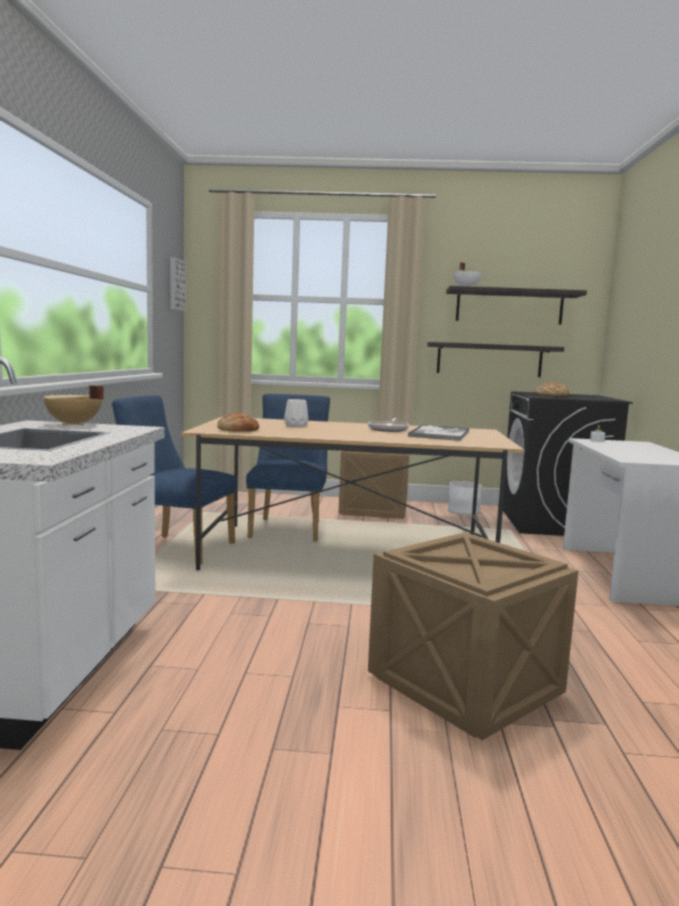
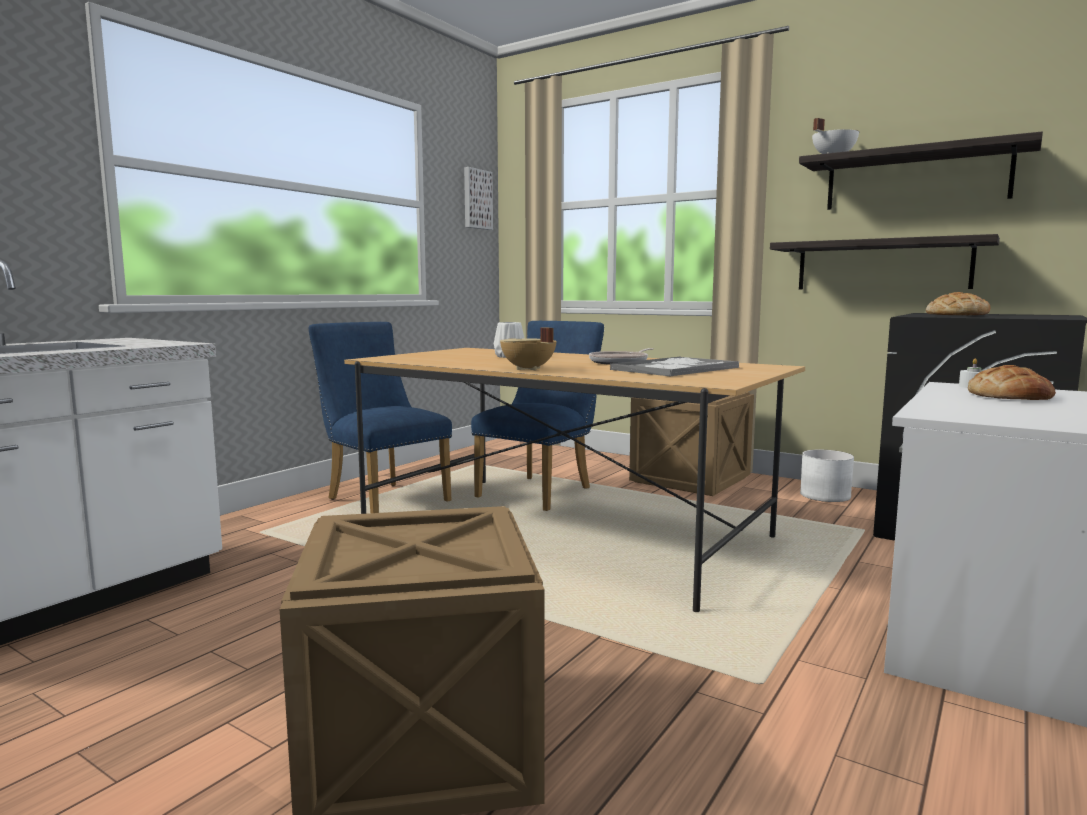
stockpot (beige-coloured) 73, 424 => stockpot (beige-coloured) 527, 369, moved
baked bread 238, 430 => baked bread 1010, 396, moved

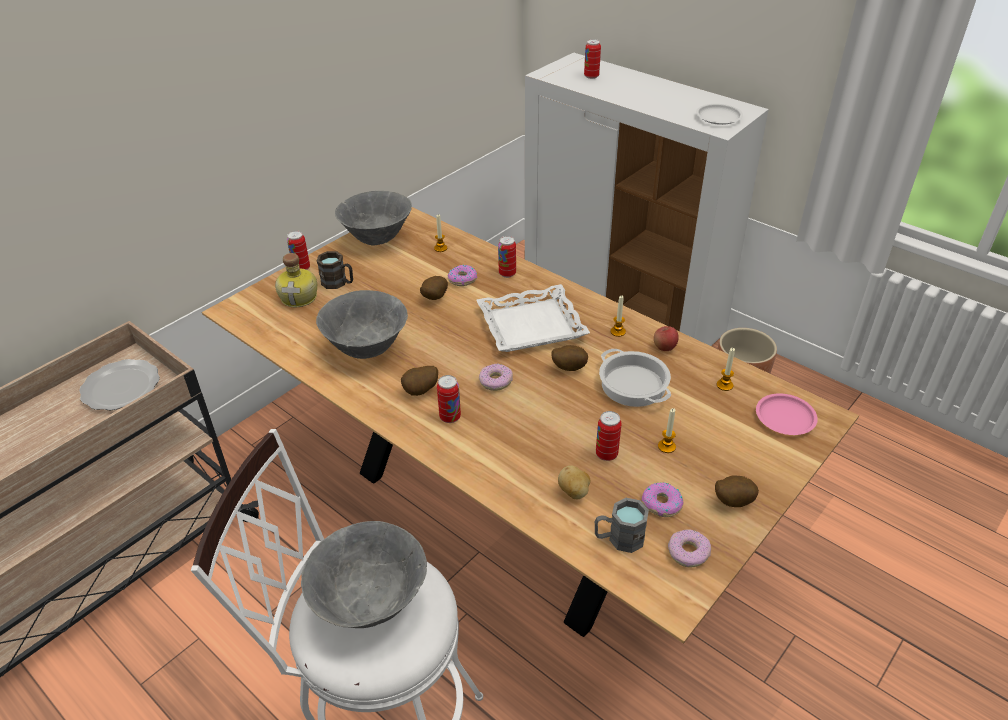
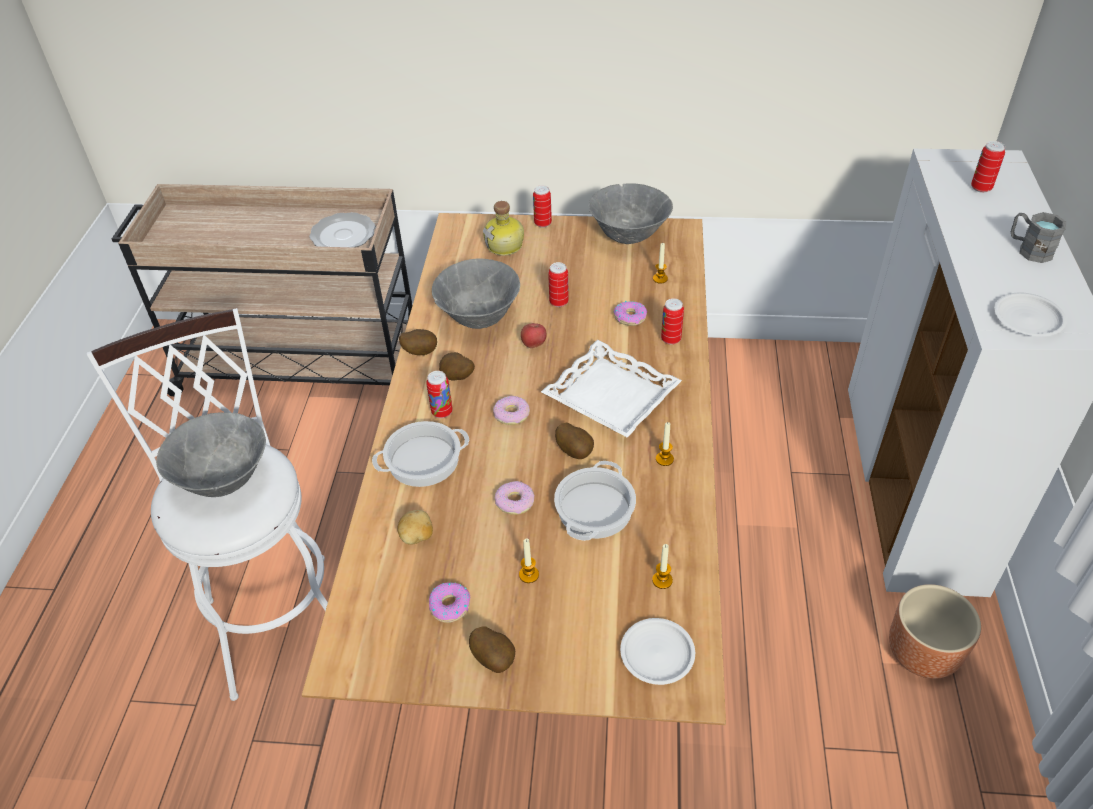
tea mug (brown-coloured) 338, 283 => nothing
spud 433, 298 => spud 420, 352, moved
tea mug (gray) 618, 538 => tea mug (gray) 1029, 249, moved
can 606, 454 => can 559, 302, moved
apple fruit 664, 347 => apple fruit 533, 344, moved
doughnut 688, 552 => doughnut 515, 502, moved
dinner plate (pink-coloured) 784, 418 => dinner plate (white) 656, 654
nothing => stockpot 424, 459

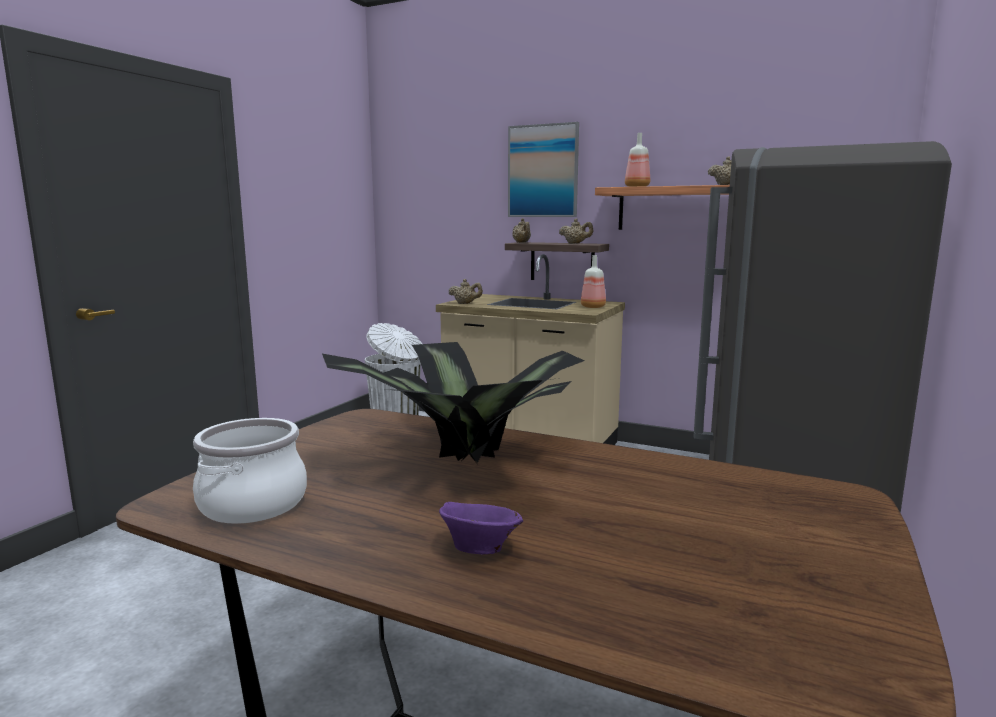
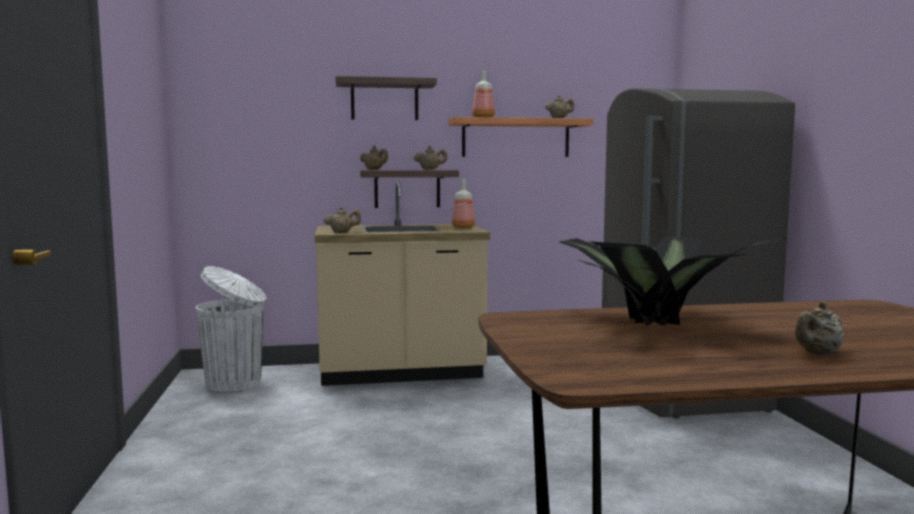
stockpot 252, 504 => nothing
deep dish (purple) 479, 549 => tea pot (beige-coloured) 817, 354
wall art 543, 171 => wall shelf 384, 100

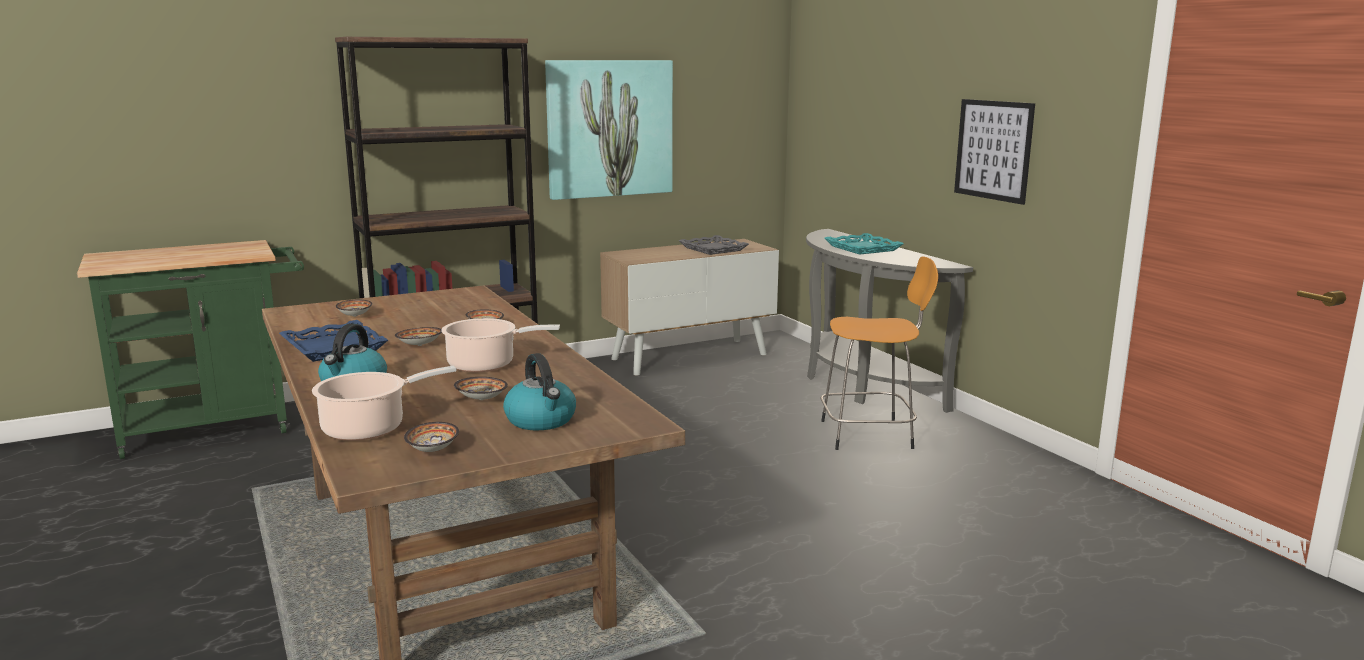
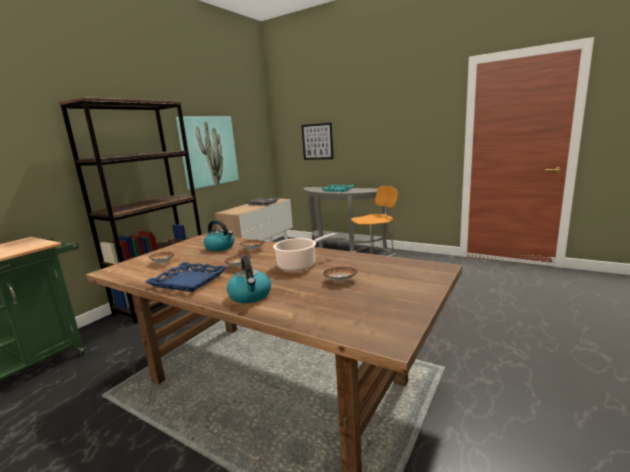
stockpot 369, 428 => nothing
deep dish 431, 450 => nothing
tea kettle 541, 420 => tea kettle 220, 247, moved
wall art 993, 150 => wall art 317, 141, moved

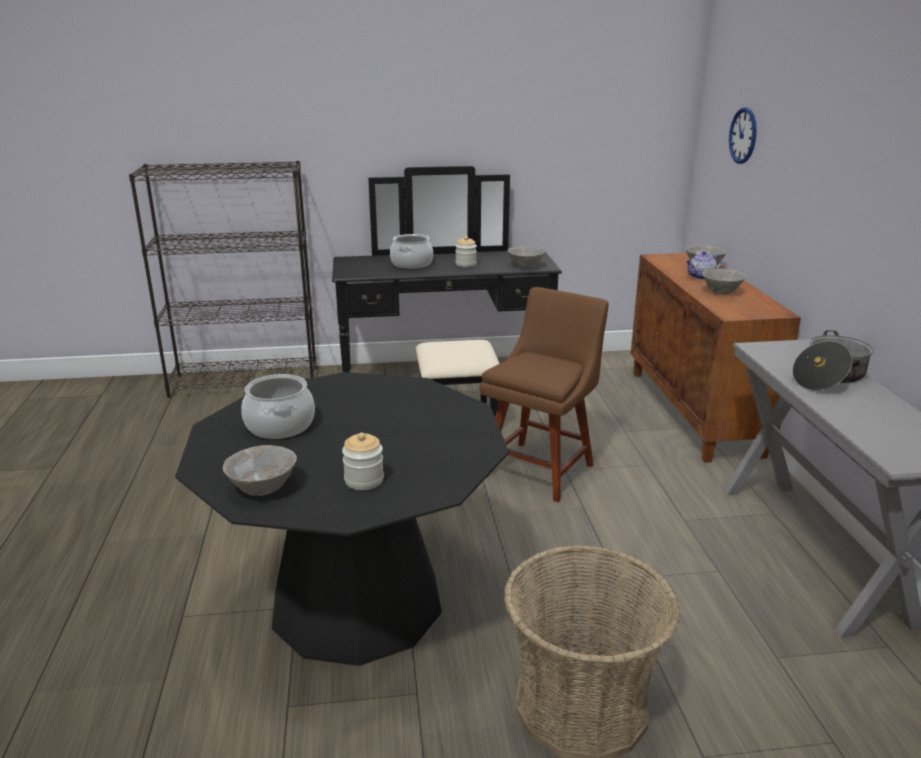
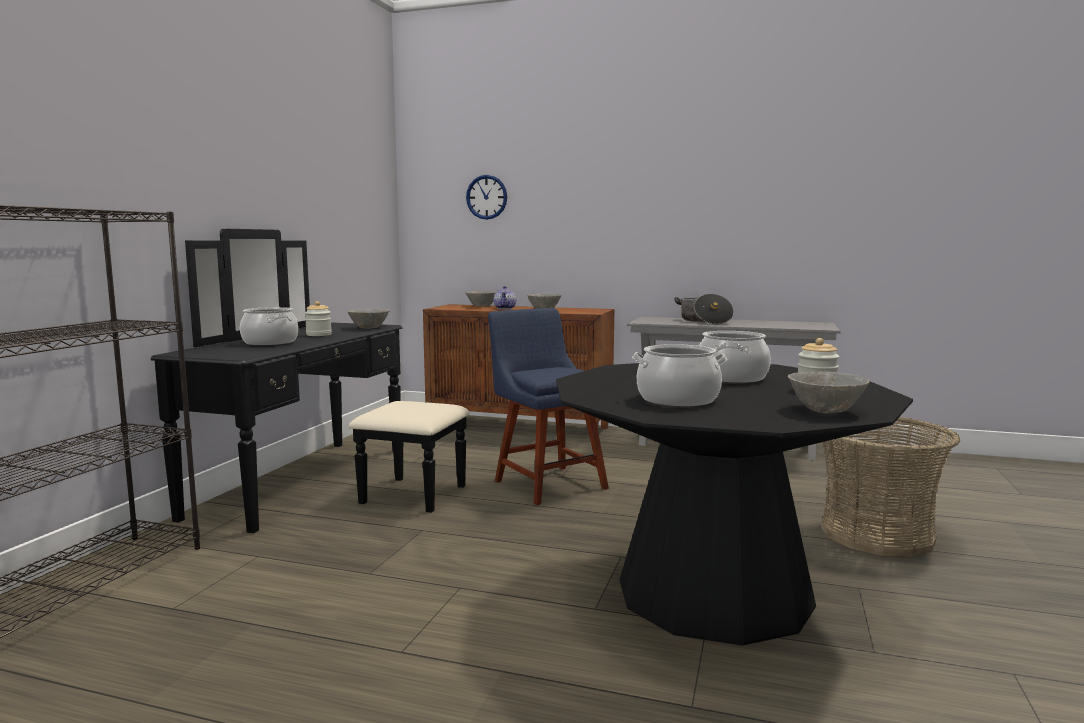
chair (brown-coloured) 541, 468 => chair (bluish) 547, 483
nothing => stockpot 732, 378

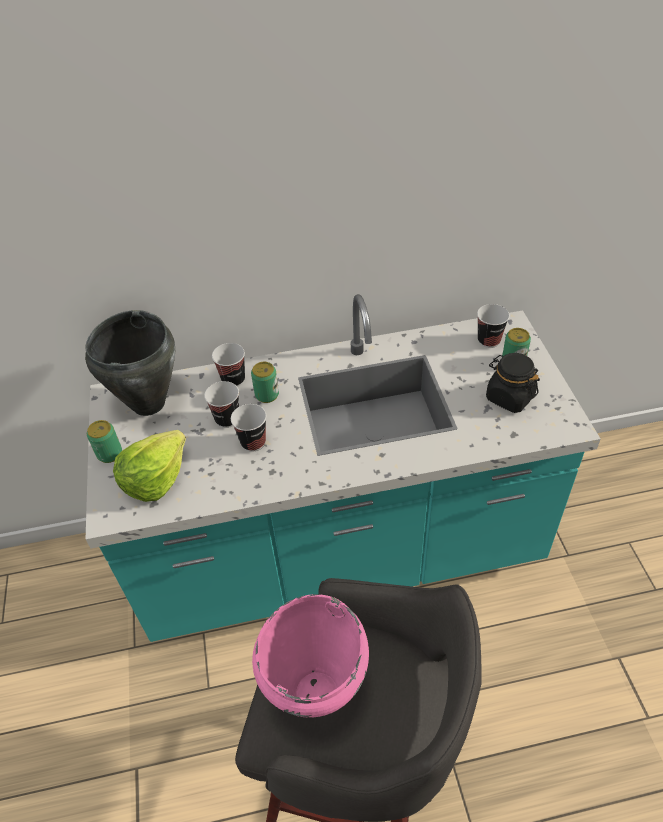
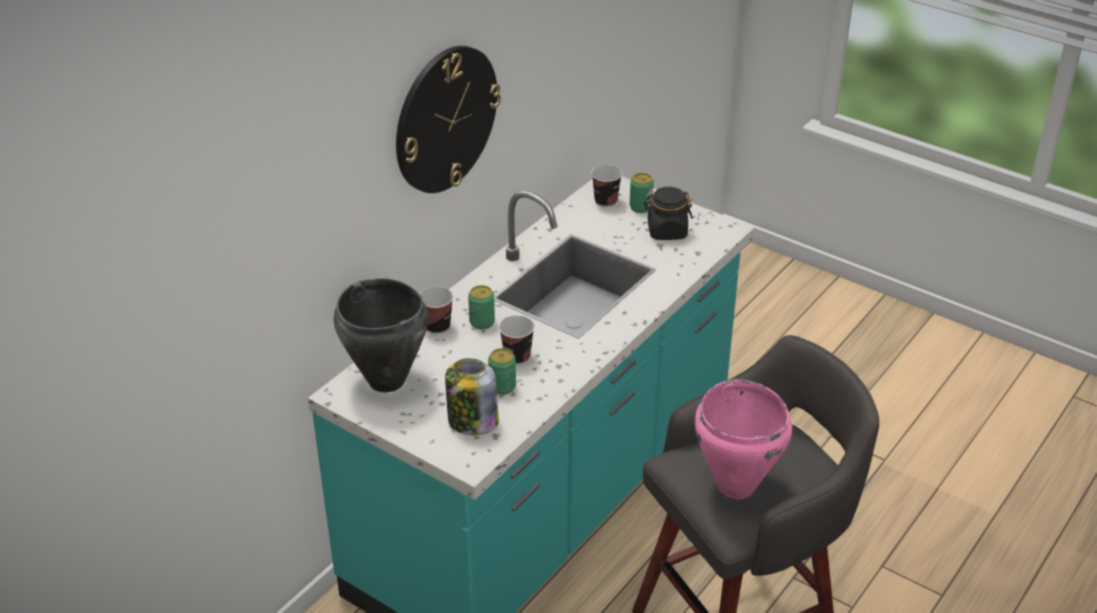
can 109, 454 => can 502, 386, moved
lettuce 155, 478 => jar 472, 421
small cup 227, 419 => nothing
nothing => hanging clock 445, 119

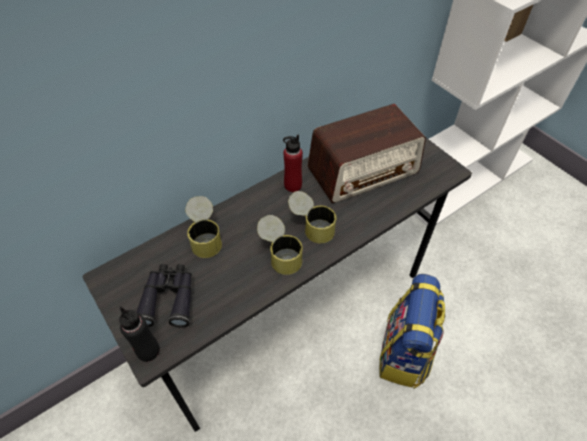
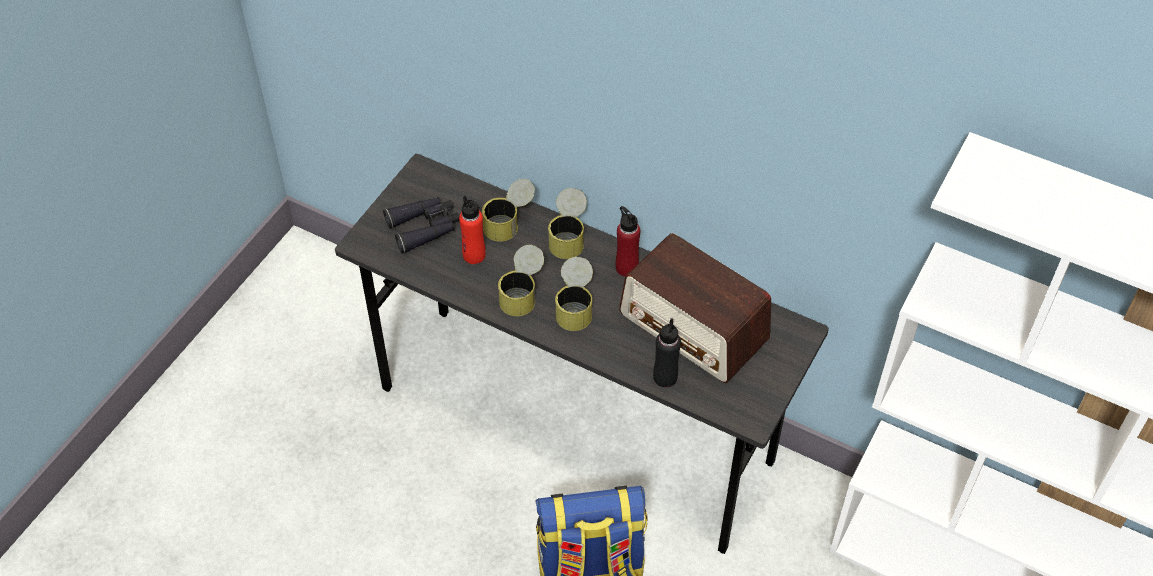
beverage bottle (black) 148, 351 => beverage bottle (black) 665, 377, moved
nothing => beverage bottle (red-coloured) 474, 255
nothing => can 568, 237

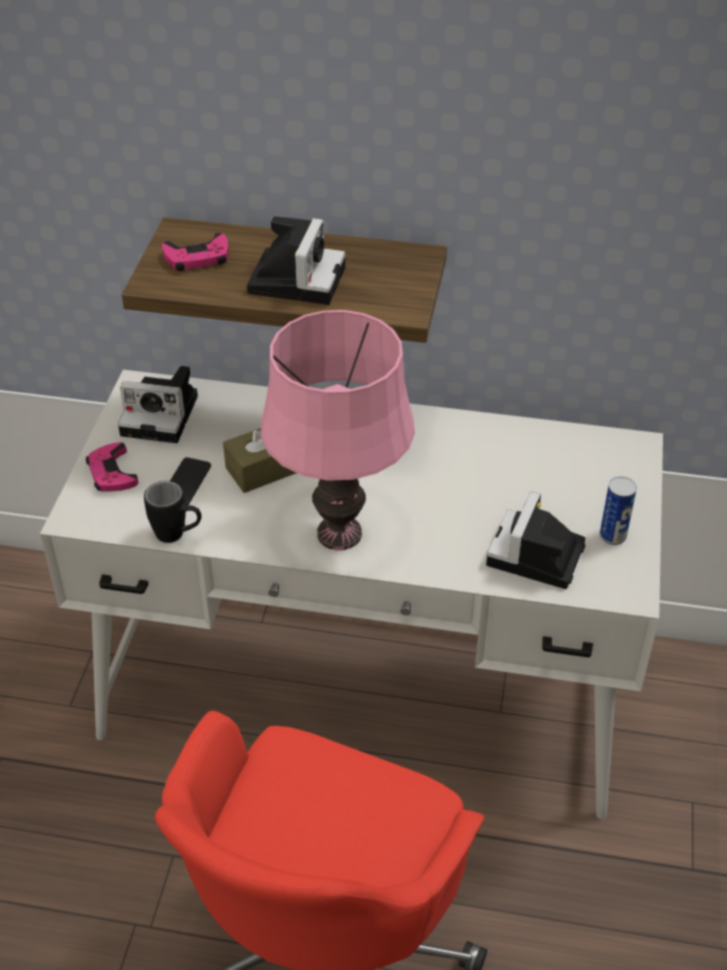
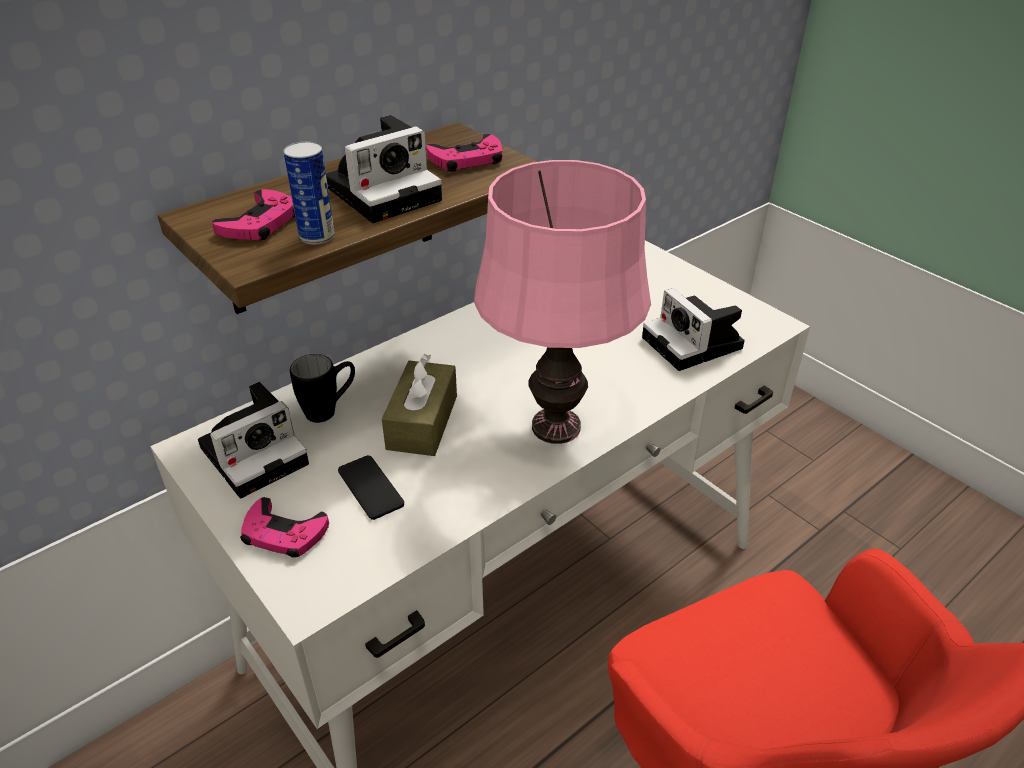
tea mug (black) 178, 536 => tea mug (black) 330, 410, moved
photo camera 296, 278 => photo camera 386, 191, 90 degrees clockwise
can 612, 536 => can 317, 236, moved
nothing => gamepad (pink-coloured) 467, 160

